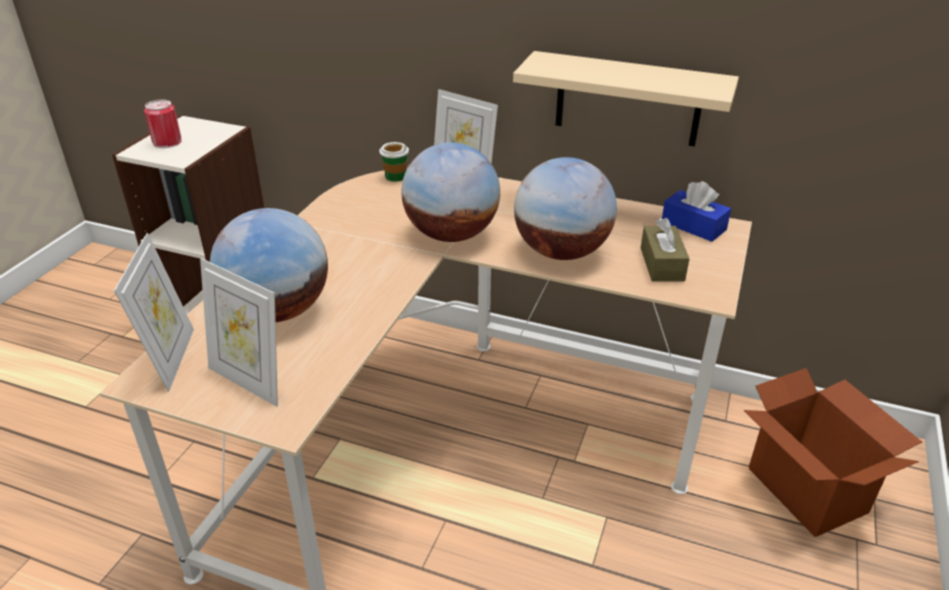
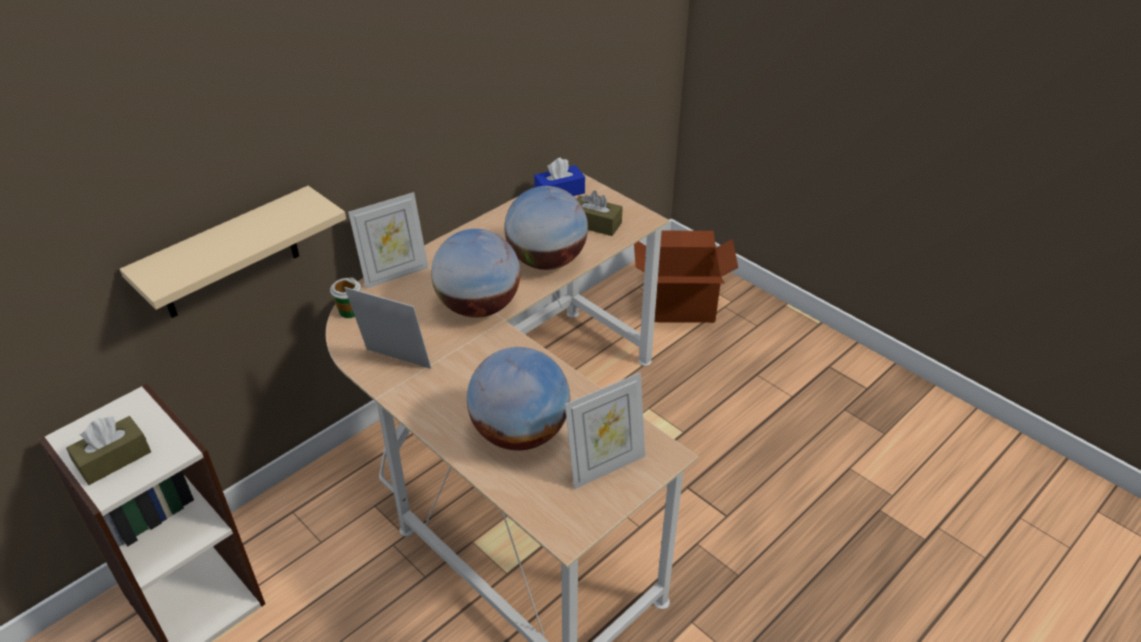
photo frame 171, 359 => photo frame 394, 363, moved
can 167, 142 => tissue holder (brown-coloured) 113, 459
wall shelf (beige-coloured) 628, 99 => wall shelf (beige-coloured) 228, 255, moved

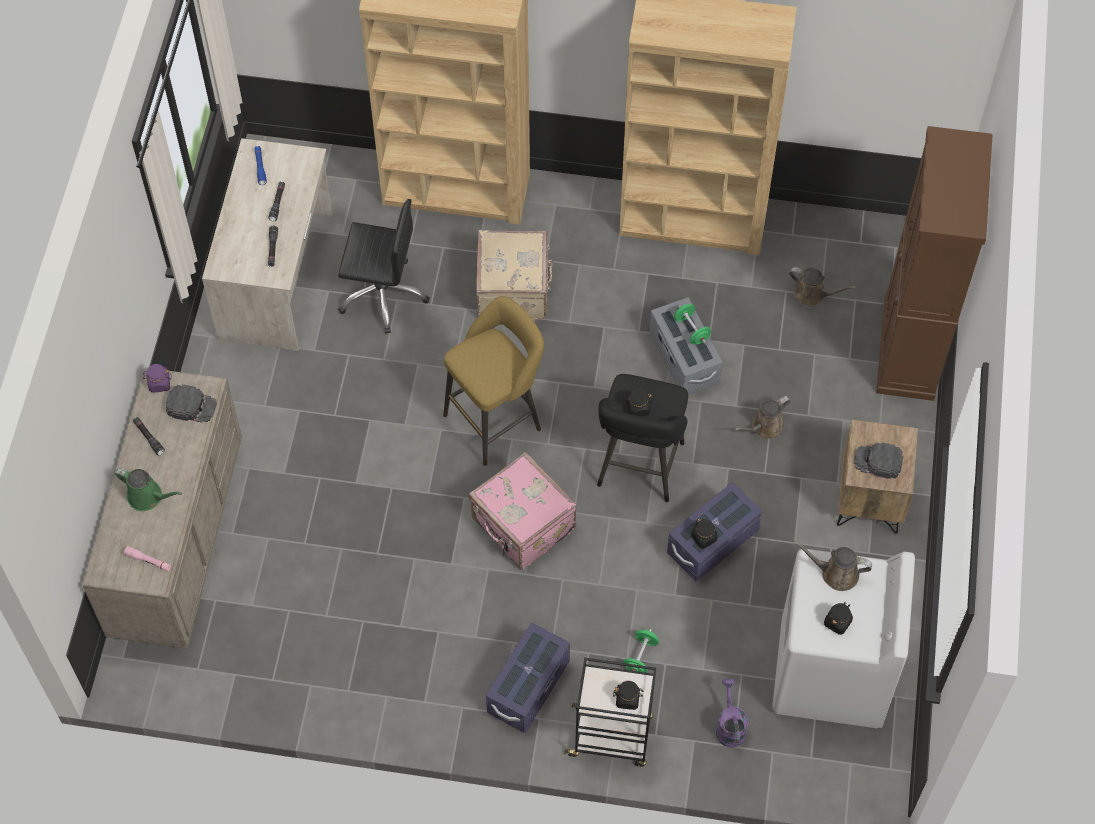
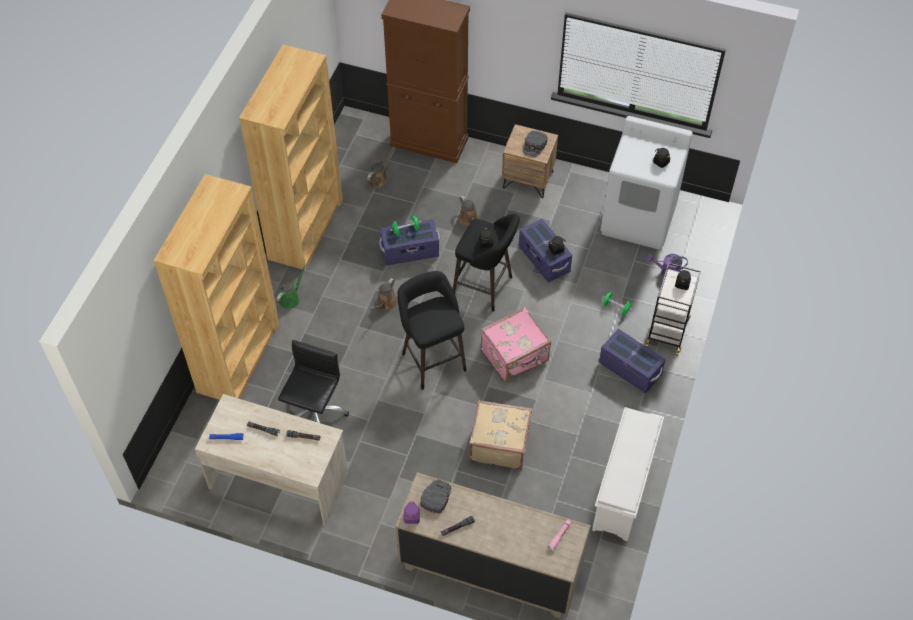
watering pot (greenish) 148, 497 => watering pot (greenish) 291, 298, moved
sitting stool (yellow-coloured) 497, 419 => sitting stool (black) 432, 359
piece of luggage (beige-coloured) 514, 289 => piece of luggage (beige-coloured) 499, 443, moved
storage bin (gray) 684, 359 => storage bin (purple) 410, 251
watering pot (brown-coloured) 835, 573 => watering pot (brown-coloured) 386, 303, moved
nothing => shoe stand (white) 623, 490

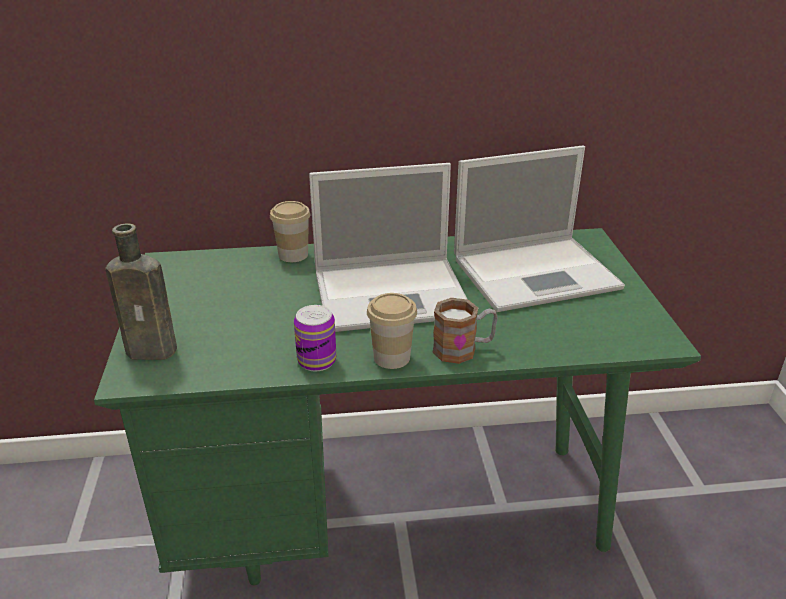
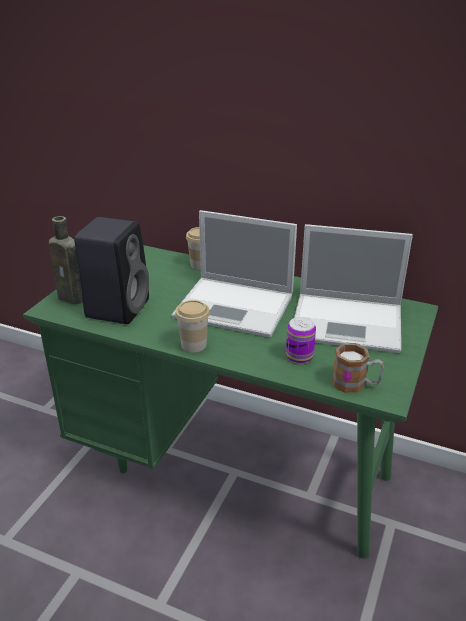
can 317, 361 => can 299, 356, moved
tea mug 463, 349 => tea mug 355, 384, moved
nothing => speaker (black) 118, 307

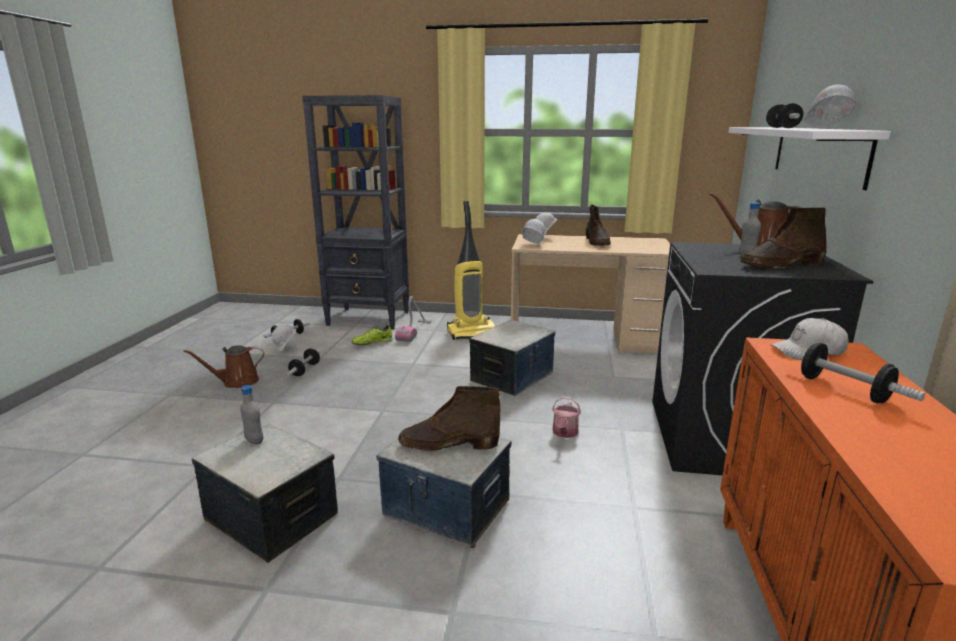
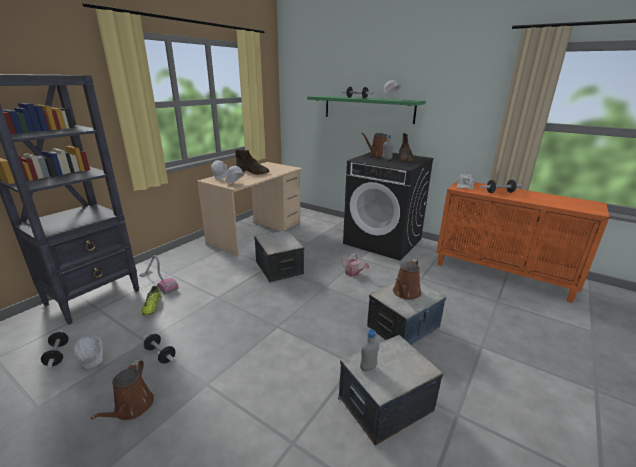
high-top boot (brown-coloured) 448, 444 => watering pot (brown-coloured) 405, 293
hoover 472, 333 => nothing
wall shelf (white) 818, 153 => wall shelf (greenish) 368, 109

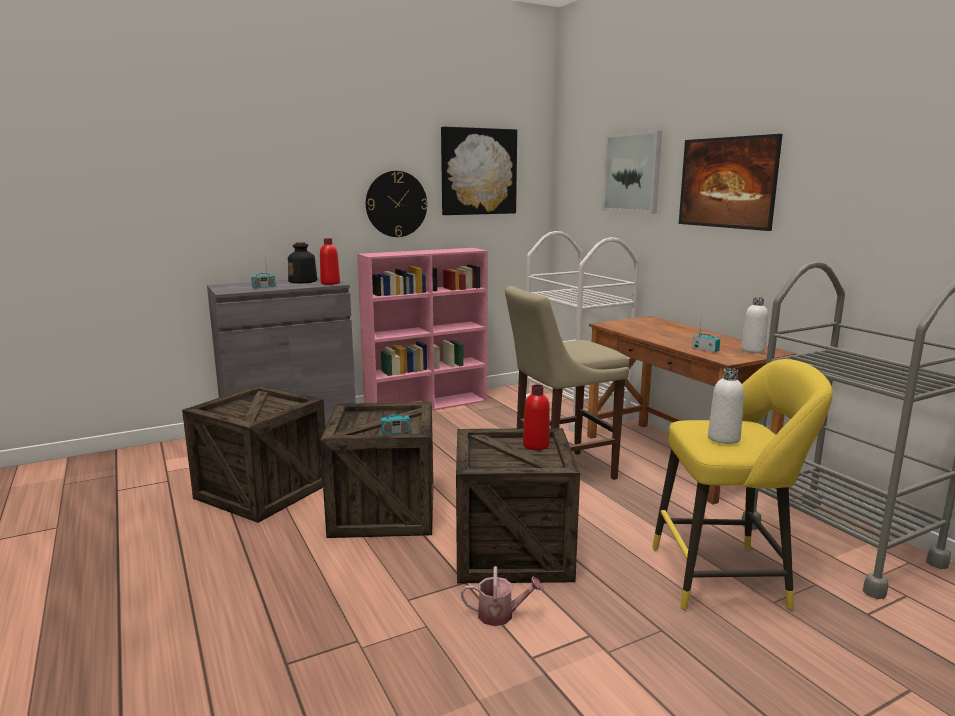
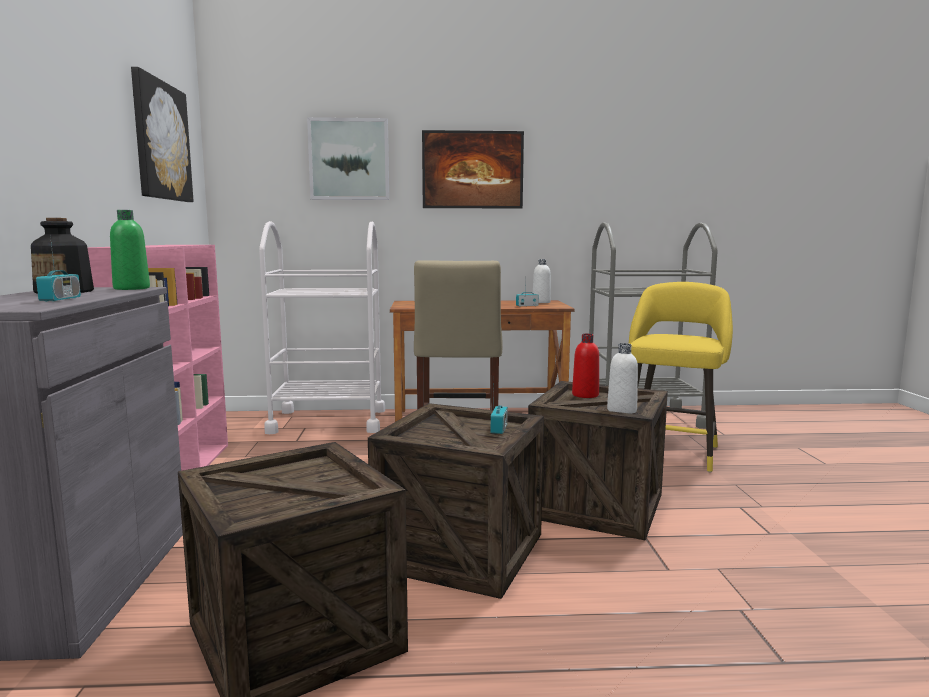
beverage bottle (red-coloured) 330, 283 => beverage bottle (greenish) 131, 288
hanging clock 396, 204 => nothing
watering pot 501, 614 => nothing
beverage bottle (white) 723, 438 => beverage bottle (white) 621, 410, moved

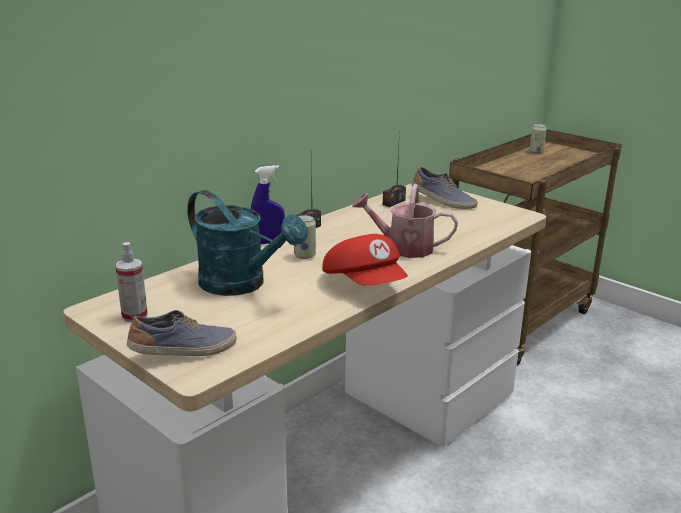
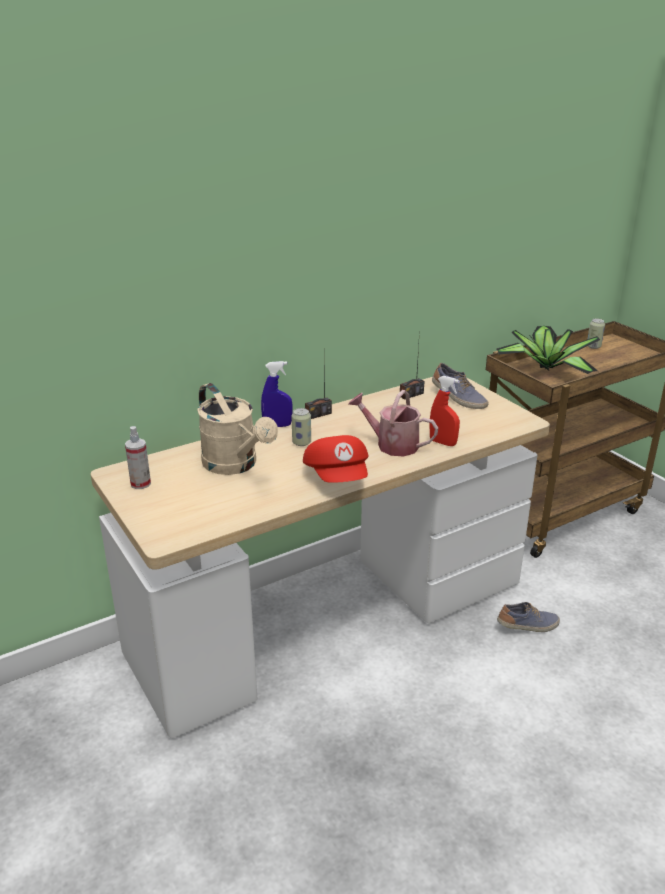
shoe 184, 352 => shoe 528, 626, moved
watering pot (blue-green) 242, 285 => watering pot (beige-coloured) 235, 465
nothing => spray bottle (red-coloured) 442, 443
nothing => houseplant 545, 368

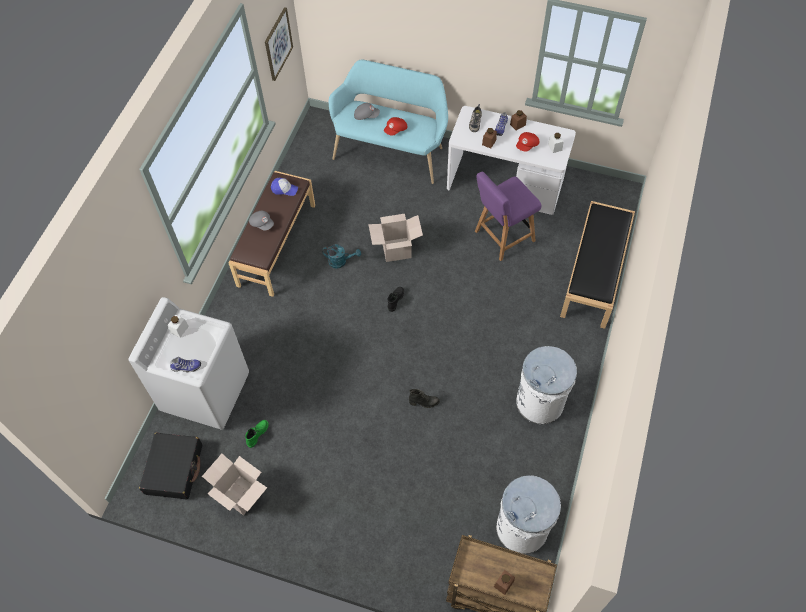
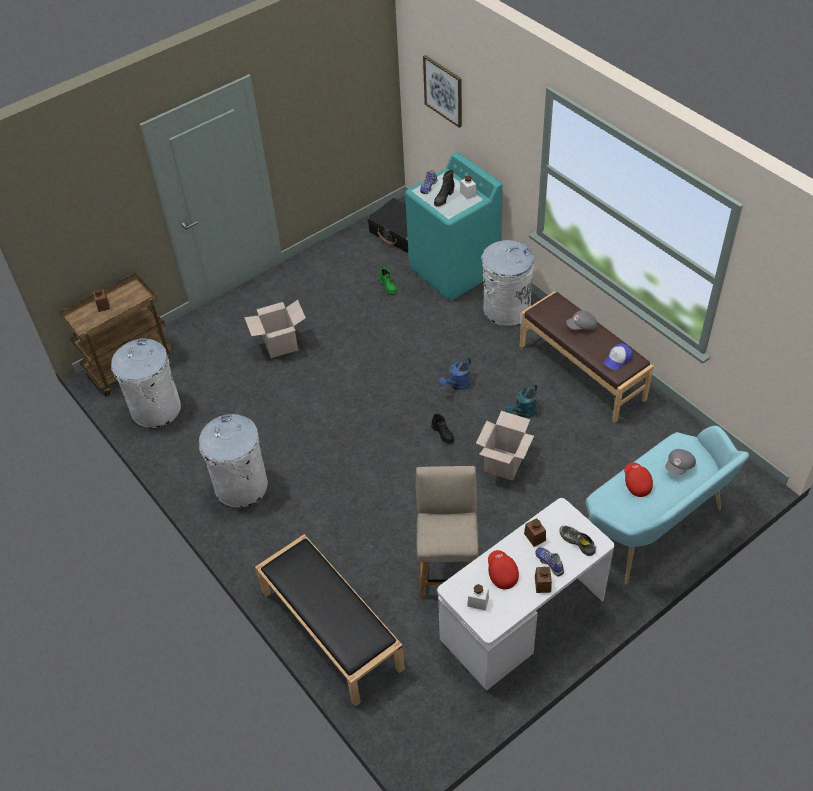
washing machine (white) 206, 391 => washing machine (blue-green) 454, 270
cardboard box 241, 495 => cardboard box 280, 345, moved
wall art 278, 44 => wall art 443, 91, moved
high-top boot (black) 424, 402 => high-top boot (black) 443, 199, moved
chair (purple) 502, 237 => chair (beige-coloured) 448, 569
nothing => watering pot (bluish) 457, 385
nothing => waste bin (white) 506, 309

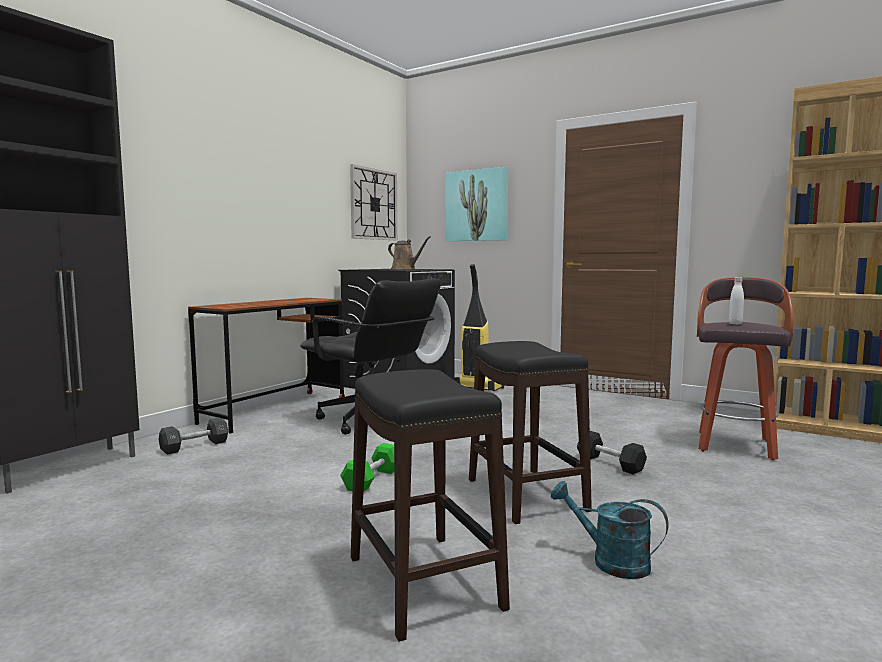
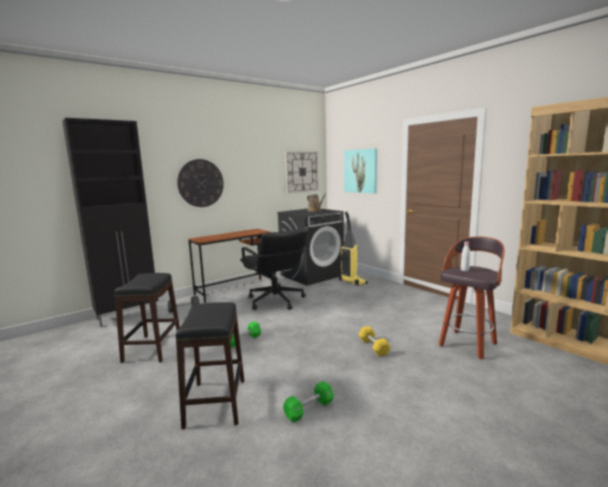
sitting stool (black) 525, 495 => sitting stool (black) 152, 348, moved
watering pot (blue-green) 610, 561 => dumbbell (greenish) 309, 409
dumbbell (black) 610, 463 => dumbbell (yellow-coloured) 373, 347
nothing => hanging clock 201, 183

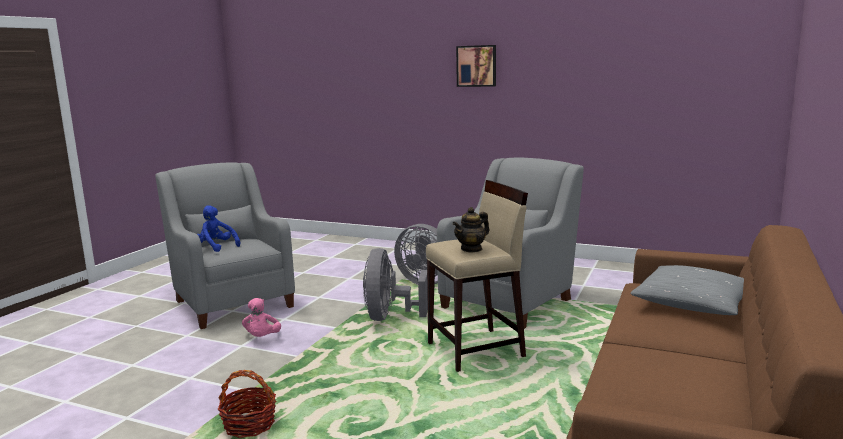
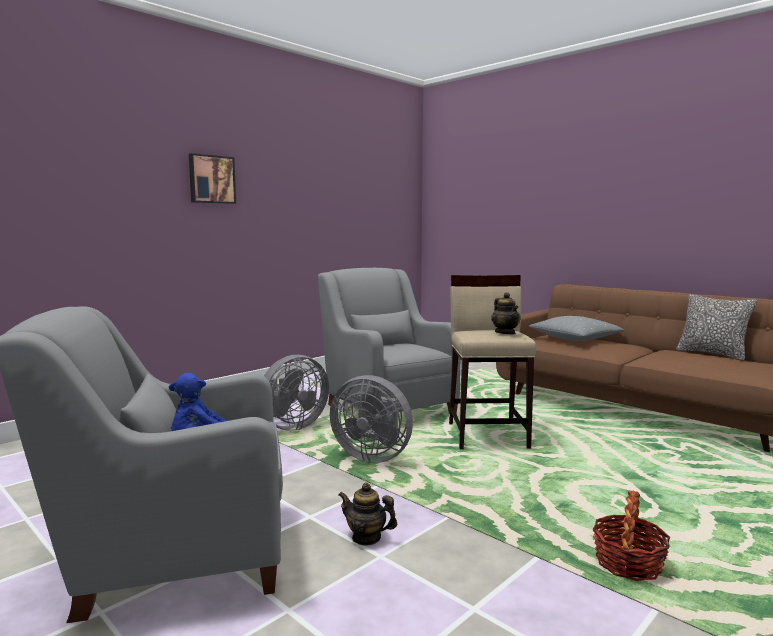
plush toy (pink-coloured) 262, 338 => tea pot 366, 537
nothing => cushion 712, 354

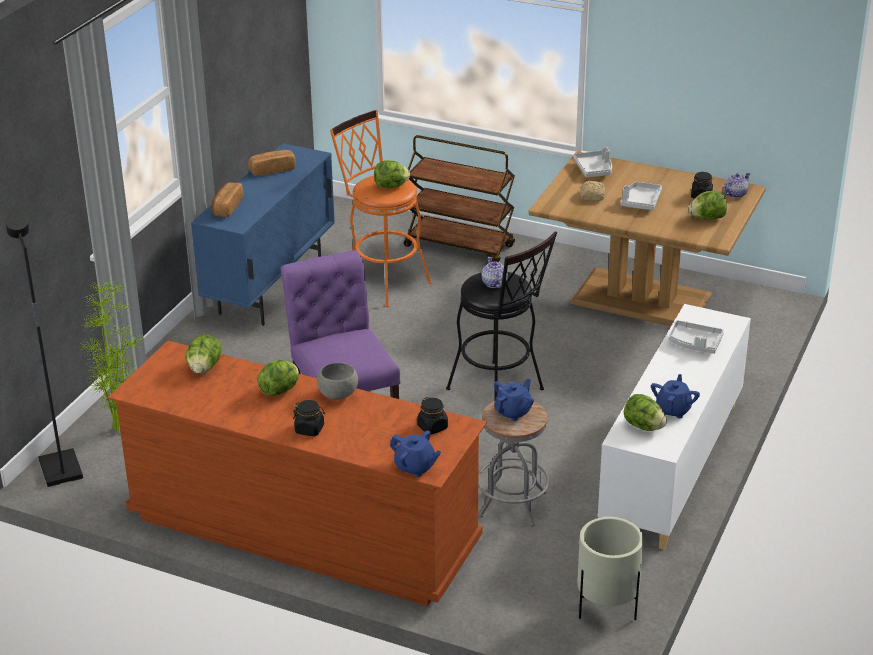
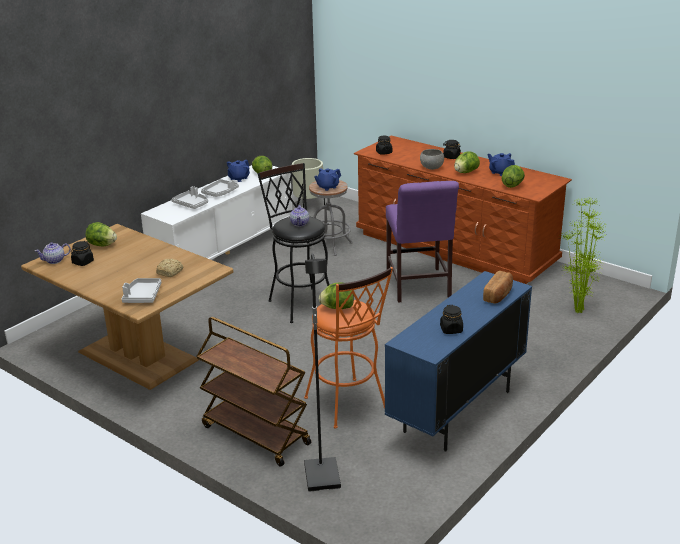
standard lamp (black) 59, 470 => standard lamp (black) 323, 476, moved
baked bread 272, 170 => jar (black) 451, 329
tea pot (bluish) 415, 467 => tea pot (bluish) 500, 172, moved
tray (gray) 640, 202 => tray (gray) 220, 192, moved

